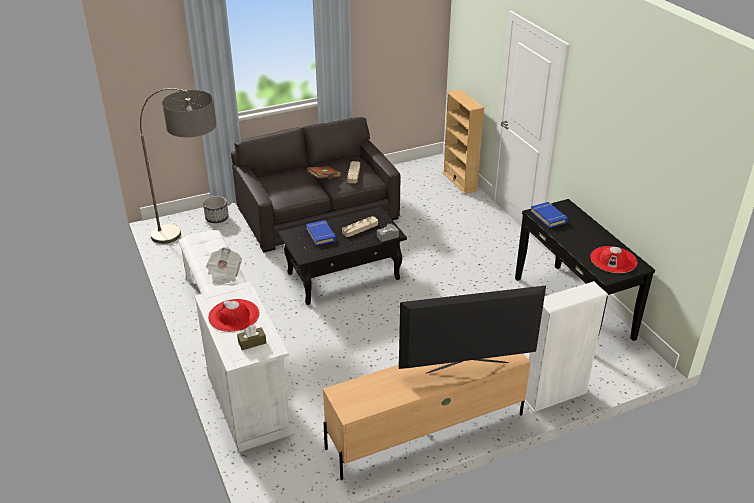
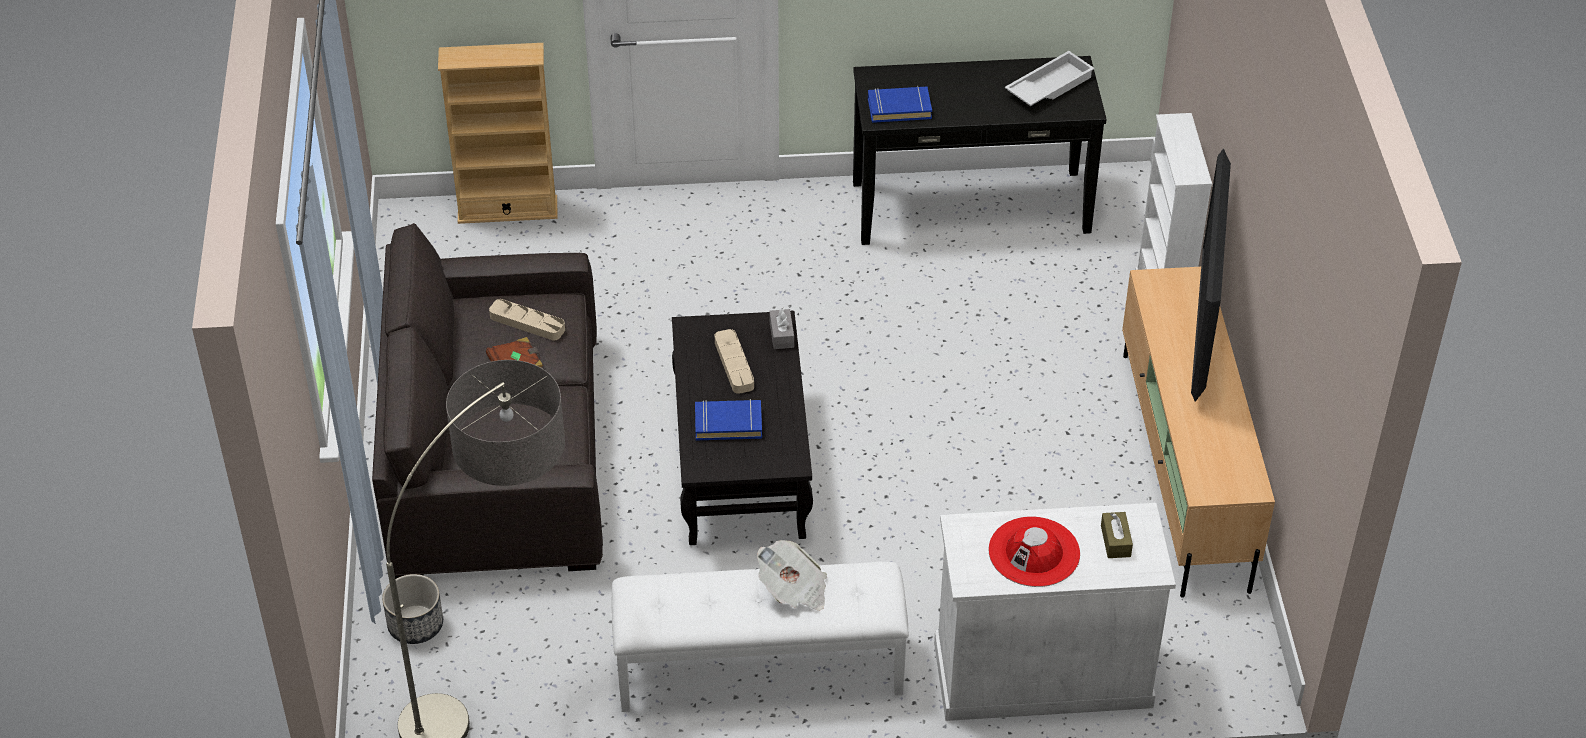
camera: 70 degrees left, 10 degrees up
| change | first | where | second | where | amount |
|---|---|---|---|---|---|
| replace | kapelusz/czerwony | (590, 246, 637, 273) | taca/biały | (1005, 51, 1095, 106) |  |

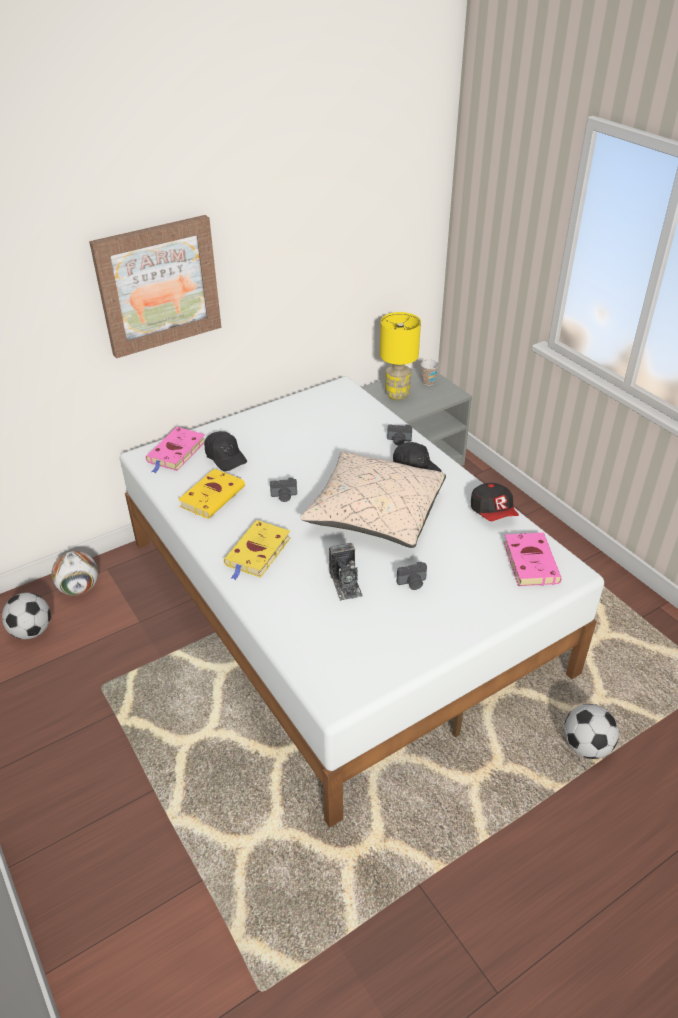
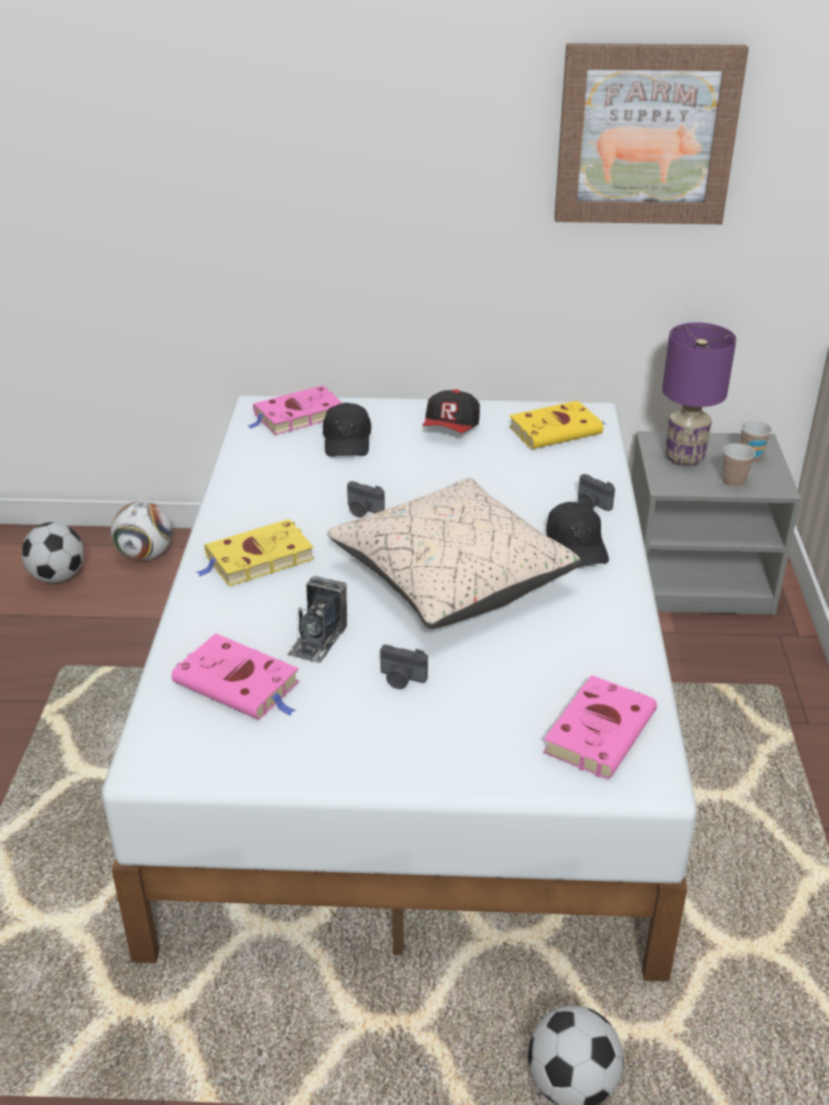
camera: 35 degrees right, 5 degrees down
| change | first | where | second | where | amount |
|---|---|---|---|---|---|
| move | obraz | (89, 215, 221, 358) |  | (554, 43, 749, 224) |  |
| move | książka/żółty | (178, 469, 245, 519) |  | (509, 401, 606, 449) |  |
| recolor | lampa stołowa/żółty | (380, 312, 421, 400) | lampa stołowa/fioletowy | (662, 322, 736, 466) |  |
| move | czapka z daszkiem | (471, 483, 519, 521) |  | (423, 389, 480, 433) |  |
| insert |  |  | książka/różowy | (172, 633, 299, 720) |  |
| insert |  |  | filiżanka | (723, 443, 755, 488) |  |

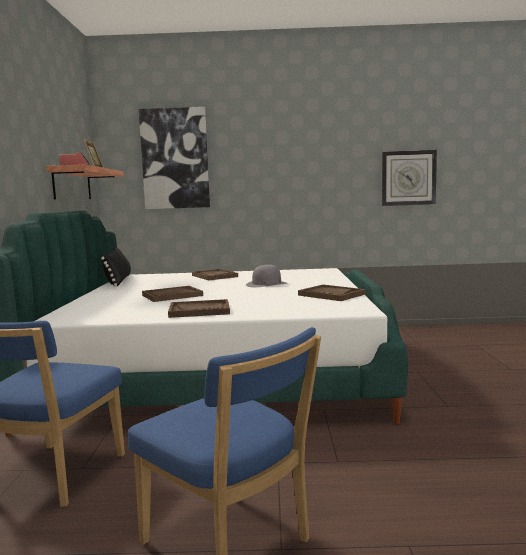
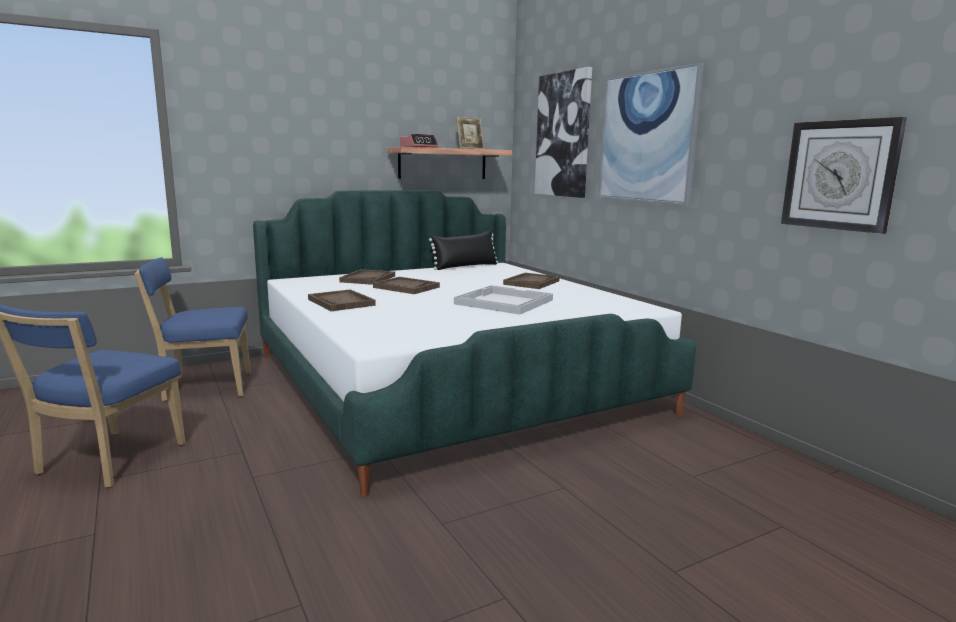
camera: 60 degrees right, 5 degrees up
| change | first | where | second | where | amount |
|---|---|---|---|---|---|
| replace | kapelusz/szary | (246, 265, 288, 287) | taca/biały | (454, 285, 553, 314) |  |
| move | taca/brązowy | (298, 285, 366, 301) |  | (339, 269, 395, 285) |  |
| insert |  |  | obraz | (598, 63, 704, 206) |  |

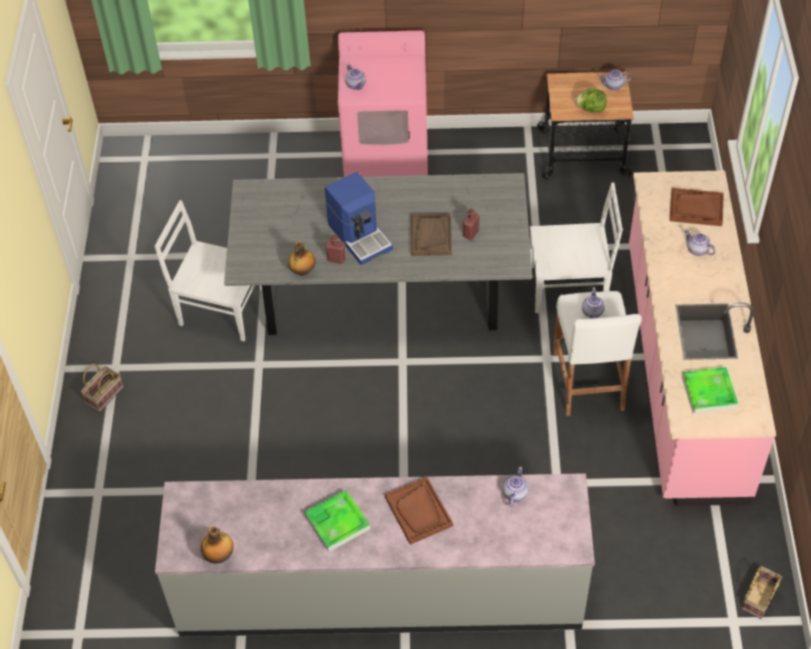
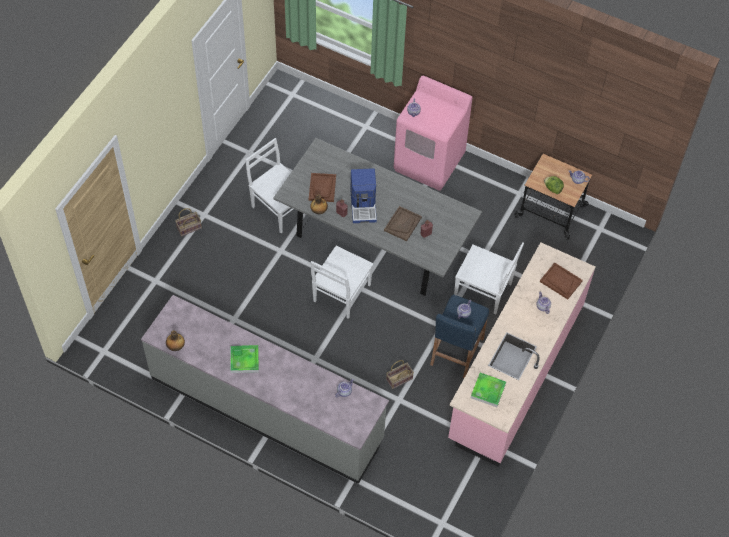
camera: 25 degrees right, 5 degrees up
| change | first | where | second | where | amount |
|---|---|---|---|---|---|
| move | taca/brązowy | (385, 477, 453, 545) |  | (309, 173, 336, 202) |  |
| recolor | stołek/biały | (553, 291, 642, 416) | stołek/niebieski | (430, 295, 489, 378) |  |
| move | koszyk | (741, 566, 782, 619) |  | (386, 360, 414, 389) |  |
| insert |  |  | krzesło/biały | (311, 246, 373, 319) |  |

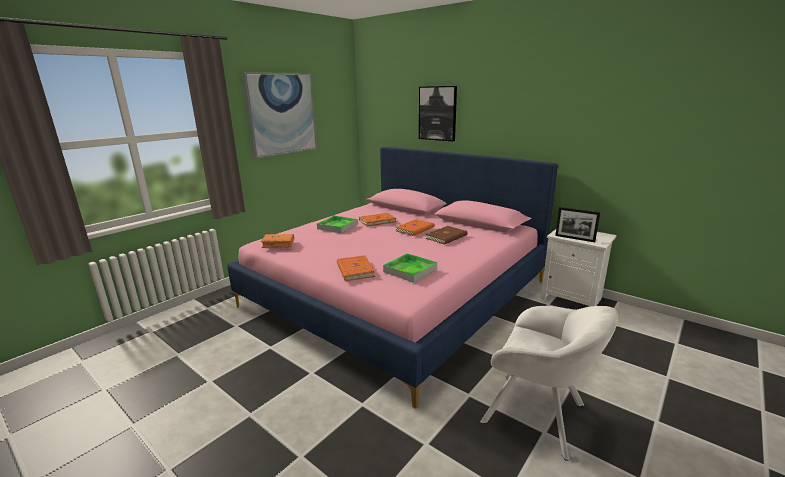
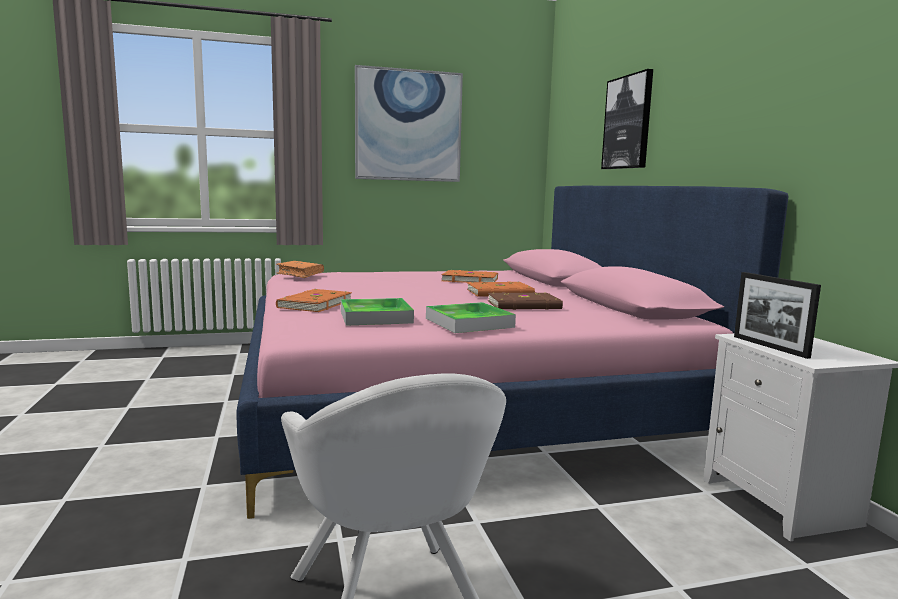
camera: 35 degrees right, 10 degrees down
| change | first | where | second | where | amount |
|---|---|---|---|---|---|
| move | taca | (317, 216, 358, 233) |  | (426, 302, 516, 333) |  |

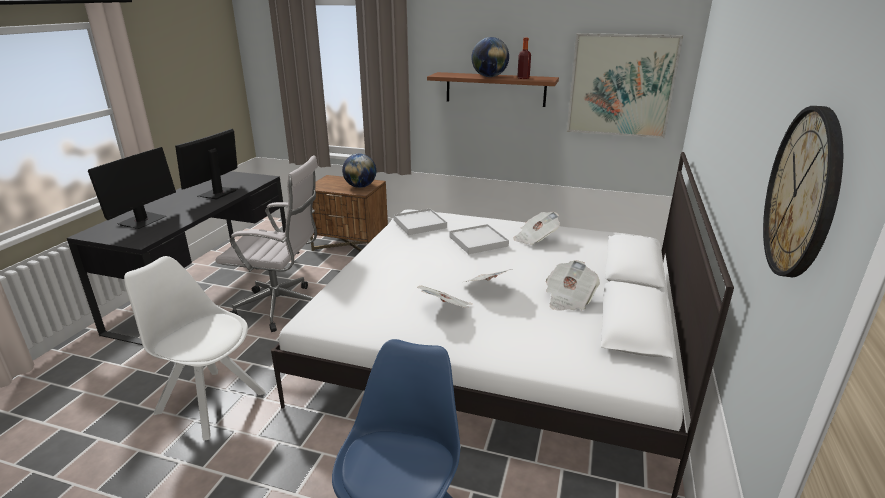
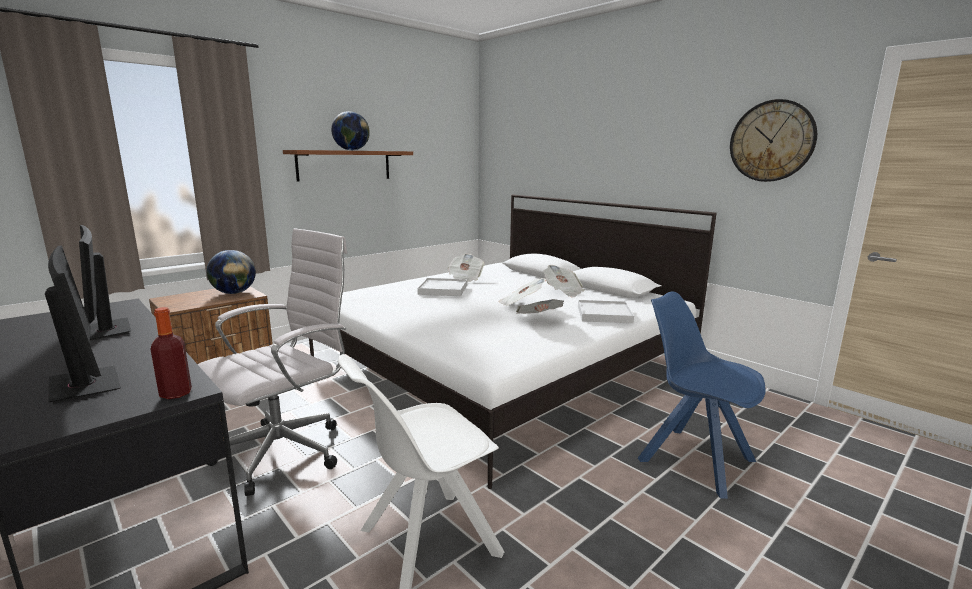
camera: 60 degrees left, 10 degrees down
| change | first | where | second | where | amount |
|---|---|---|---|---|---|
| move | taca/biały | (393, 208, 447, 235) |  | (578, 300, 634, 323) |  |
| move | butelka | (517, 38, 531, 79) |  | (150, 307, 192, 399) |  |
| delete | obraz | (567, 33, 683, 139) |  |  |  |

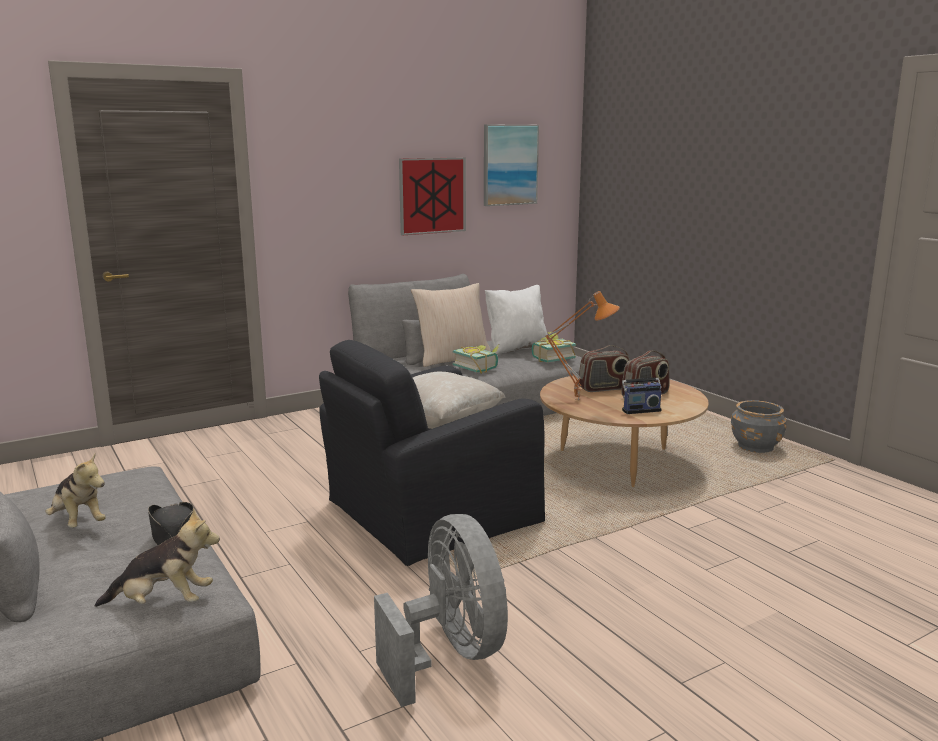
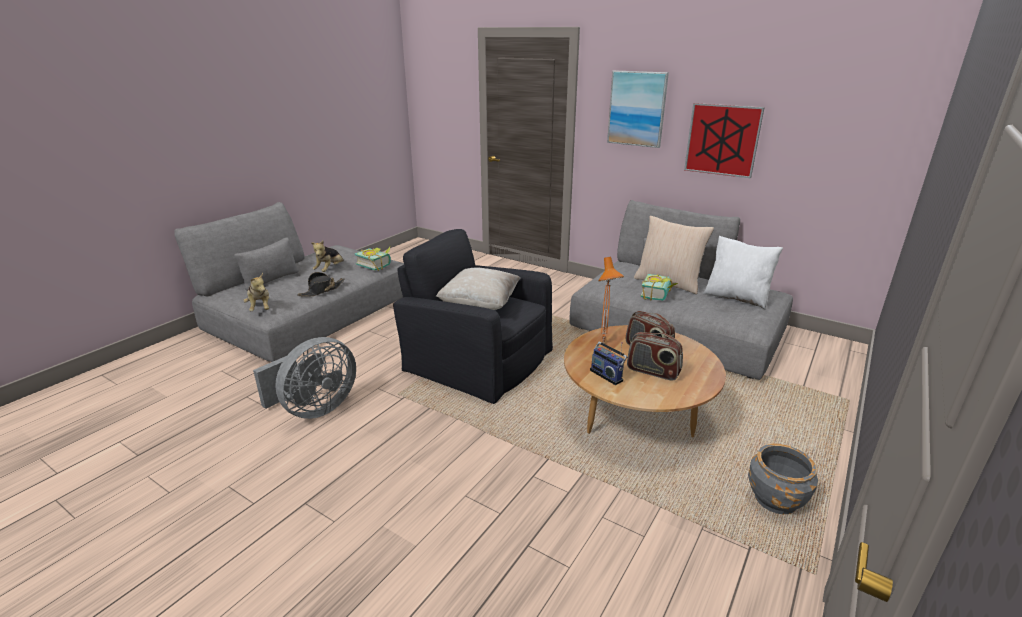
camera: 65 degrees right, 10 degrees up
| change | first | where | second | where | amount |
|---|---|---|---|---|---|
| move | obraz | (484, 124, 539, 206) |  | (607, 70, 669, 148) |  |
| move | książka | (532, 332, 576, 362) |  | (355, 247, 391, 271) |  |

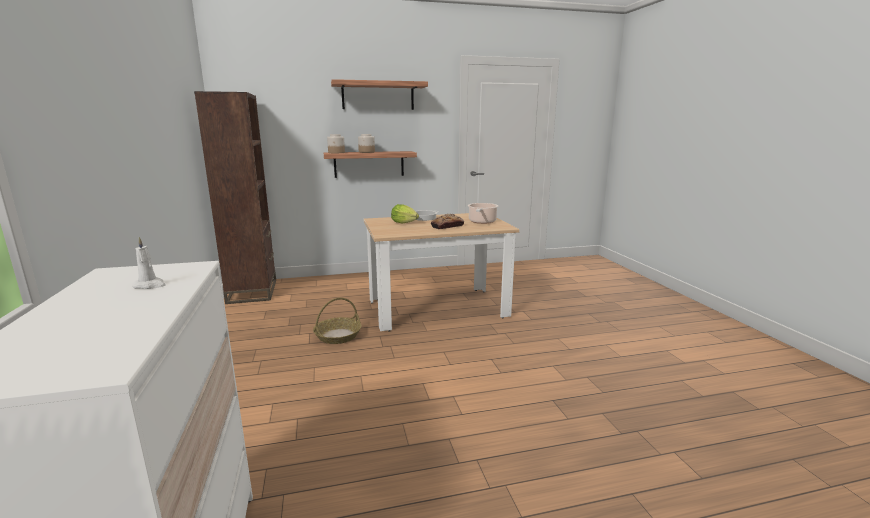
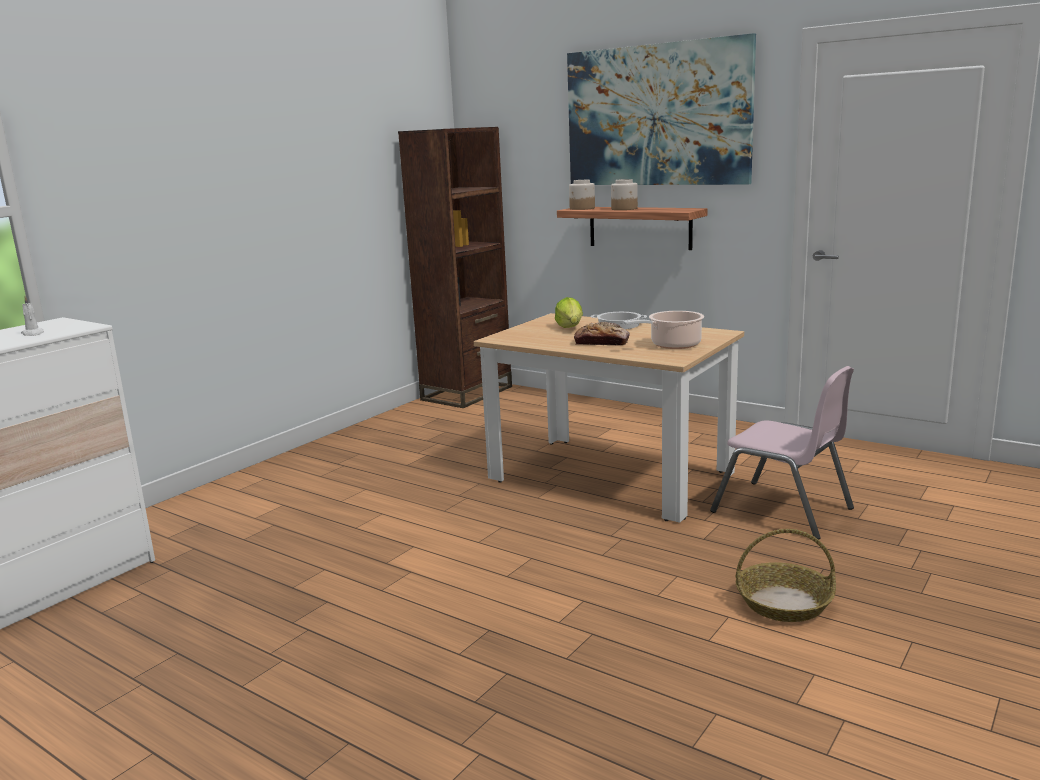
camera: 50 degrees right, 0 degrees up
| change | first | where | second | where | amount |
|---|---|---|---|---|---|
| move | koszyk | (313, 297, 362, 344) |  | (736, 529, 836, 622) |  |
| replace | półka | (331, 79, 428, 110) | obraz | (567, 33, 756, 185) |  |
| insert |  |  | krzesło/różowy | (710, 366, 854, 540) |  |

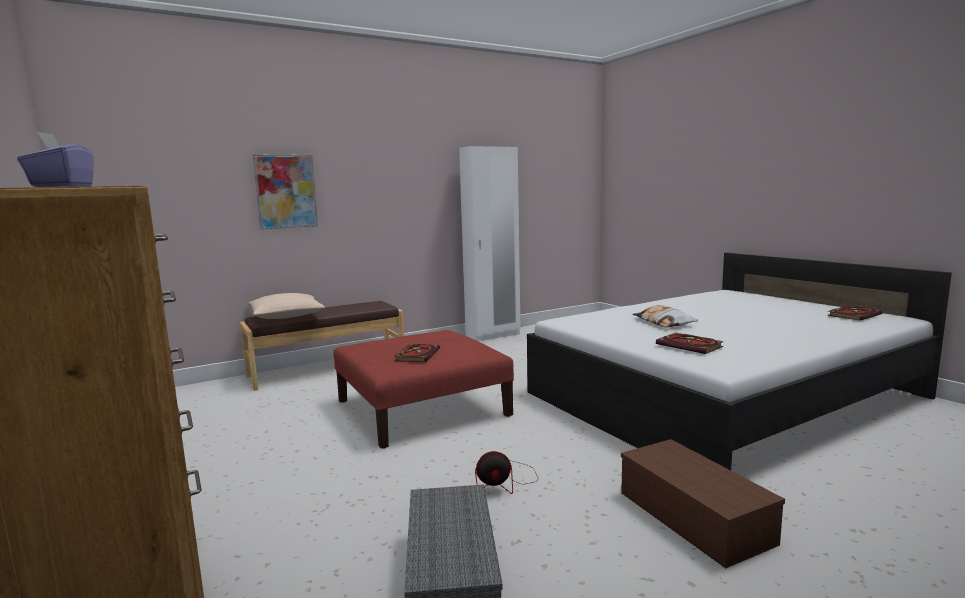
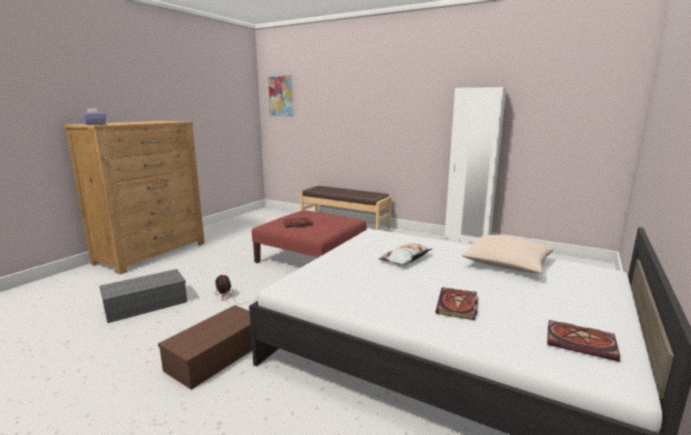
camera: 60 degrees right, 5 degrees up
| change | first | where | second | where | amount |
|---|---|---|---|---|---|
| move | poduszka/beżowy | (248, 293, 325, 319) |  | (461, 235, 554, 273) |  |
| move | obraz | (253, 155, 318, 229) |  | (268, 75, 294, 116) |  |
| move | książka | (656, 333, 724, 354) |  | (436, 287, 478, 320) |  |

